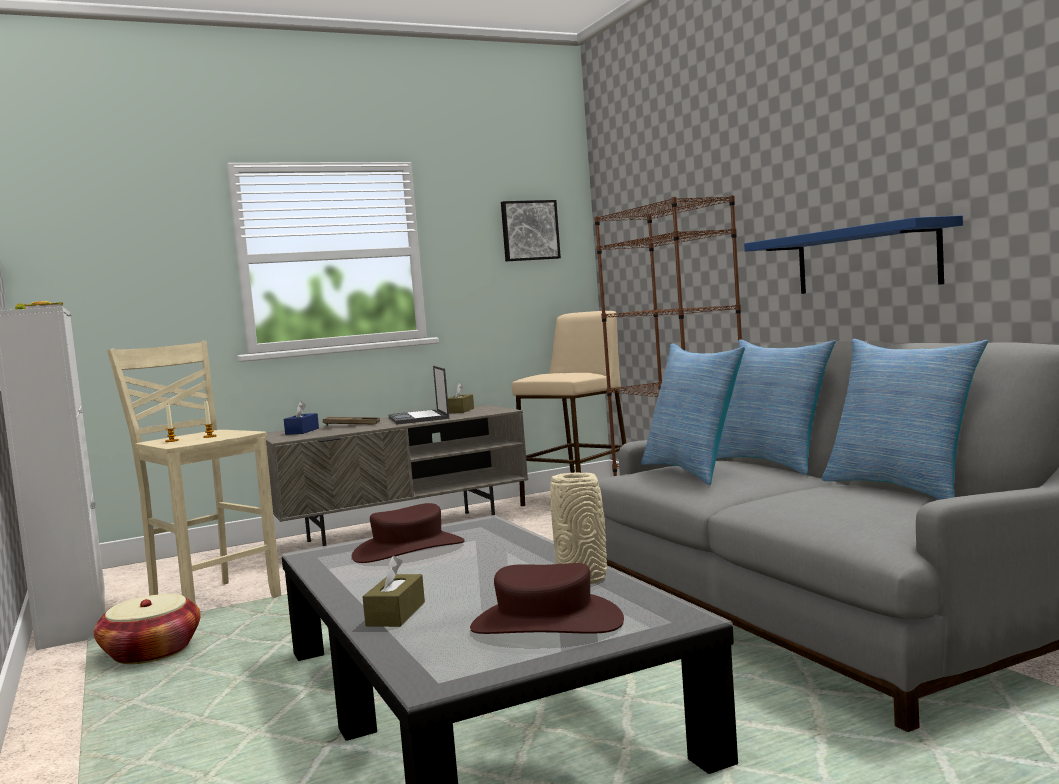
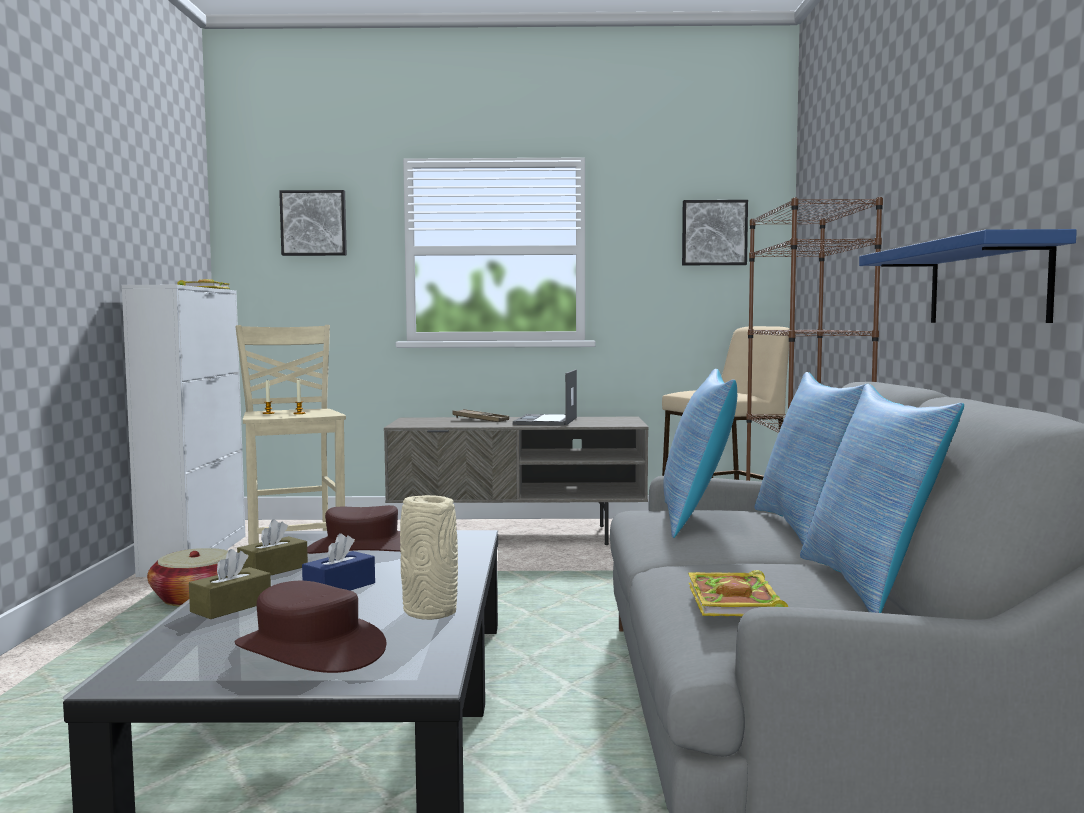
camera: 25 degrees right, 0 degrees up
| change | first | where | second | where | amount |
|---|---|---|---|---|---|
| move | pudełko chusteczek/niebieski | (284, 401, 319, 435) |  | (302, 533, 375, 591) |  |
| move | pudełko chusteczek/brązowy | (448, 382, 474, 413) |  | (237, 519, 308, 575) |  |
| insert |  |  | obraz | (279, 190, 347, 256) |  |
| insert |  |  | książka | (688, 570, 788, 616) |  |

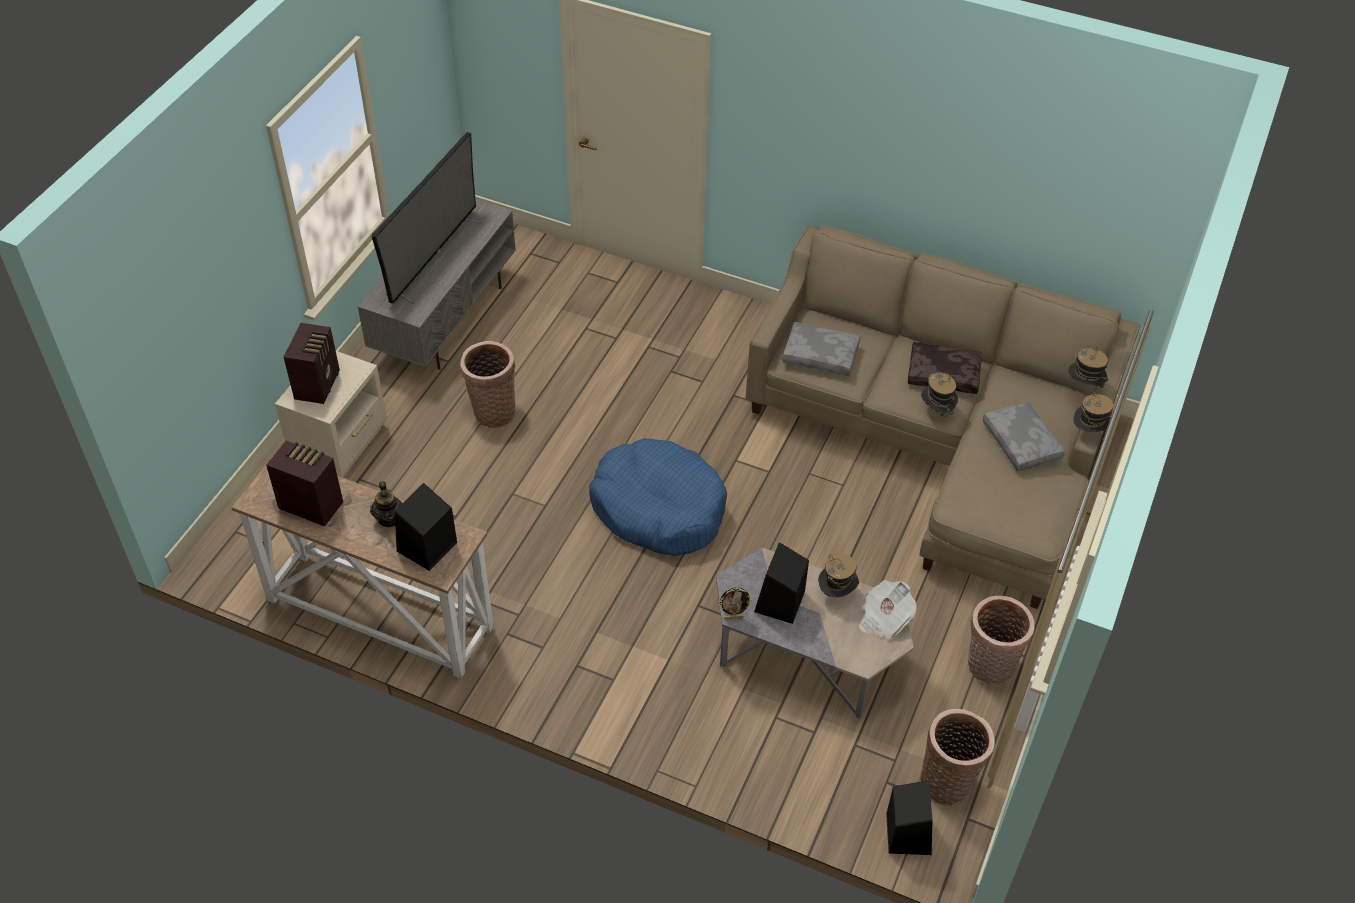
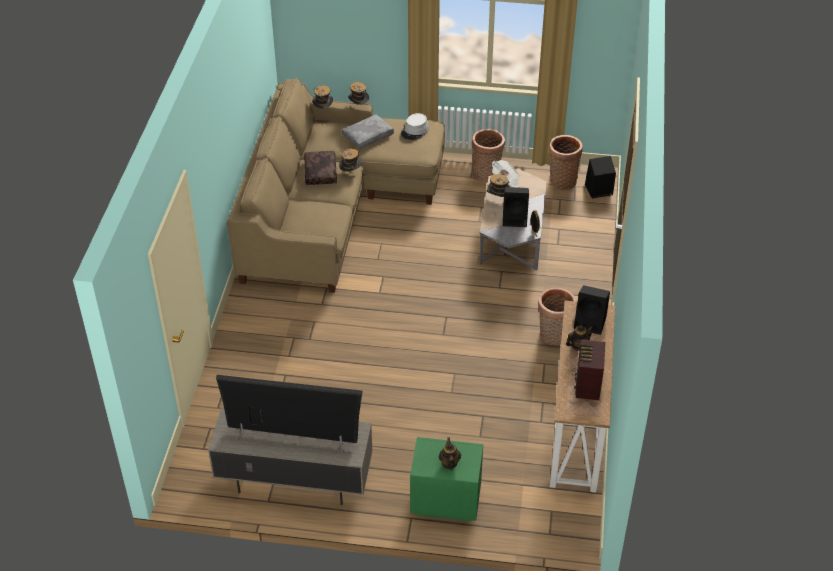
camera: 105 degrees left, 5 degrees down
| change | first | where | second | where | amount |
|---|---|---|---|---|---|
| recolor | szafka nocna/beżowy | (275, 351, 387, 477) | szafka nocna/zielony | (410, 437, 483, 521) |  |
| replace | radio | (284, 323, 340, 404) | imbryk | (439, 438, 461, 470) |  |
| move | koszyk | (460, 341, 515, 428) |  | (538, 287, 576, 345) |  |
| delete | legowisko/niebieski | (589, 438, 727, 556) |  |  |  |
| delete | poduszka/szary | (782, 322, 860, 376) |  |  |  |
| insert |  |  | kapelusz/szary | (401, 113, 429, 140) |  |

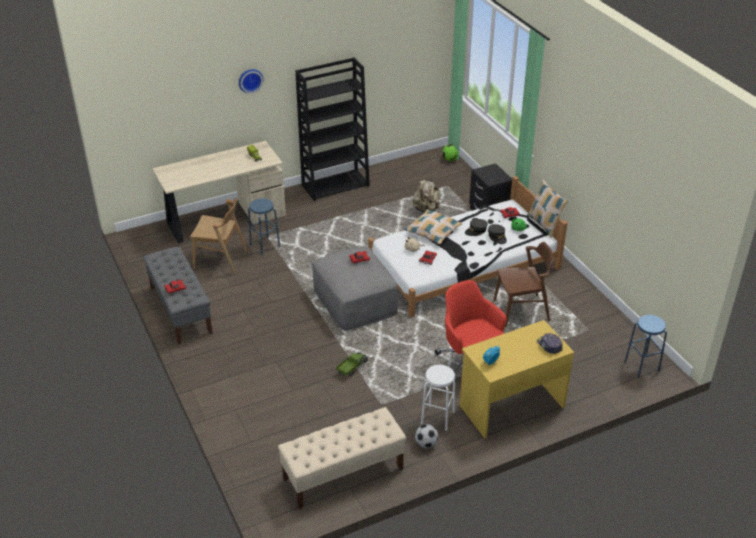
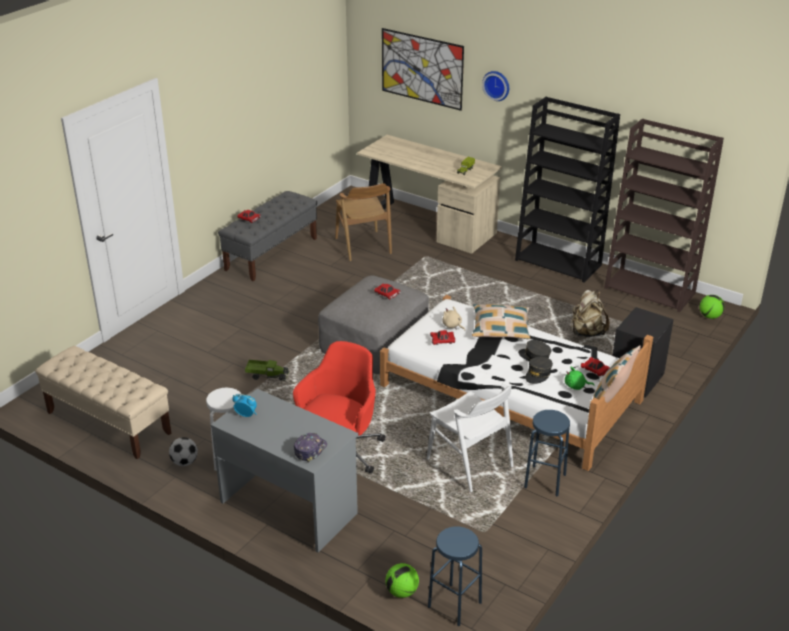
camera: 60 degrees right, 5 degrees down
| change | first | where | second | where | amount |
|---|---|---|---|---|---|
| move | stołek/niebieski | (248, 199, 280, 255) |  | (524, 410, 570, 496) |  |
| recolor | biurko/żółty | (460, 320, 574, 438) | biurko/szary | (211, 389, 358, 553) |  |
| recolor | krzesło/brązowy | (494, 242, 553, 327) | krzesło/biały | (427, 384, 514, 492) |  |
| insert |  |  | obraz | (382, 28, 464, 111) |  |
| insert |  |  | piłka futbolowa | (385, 563, 419, 598) |  |
| insert |  |  | regał/brązowy | (604, 119, 724, 312) |  |

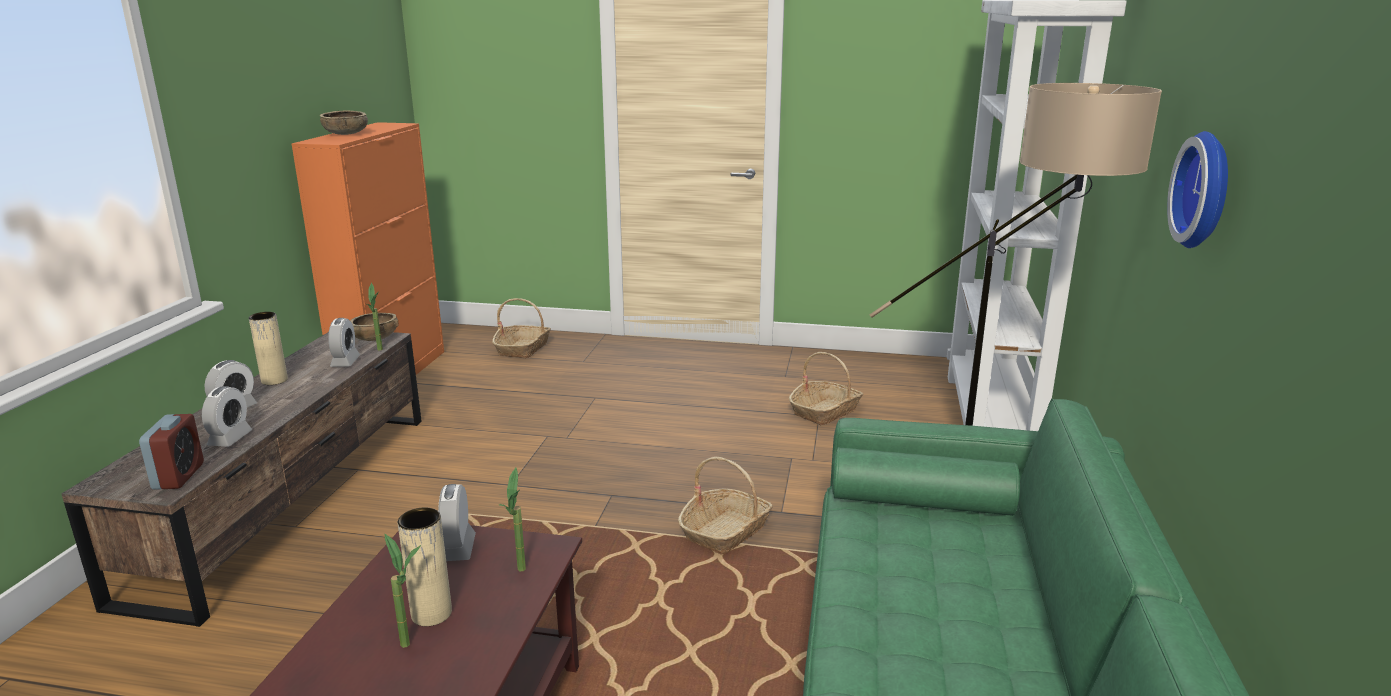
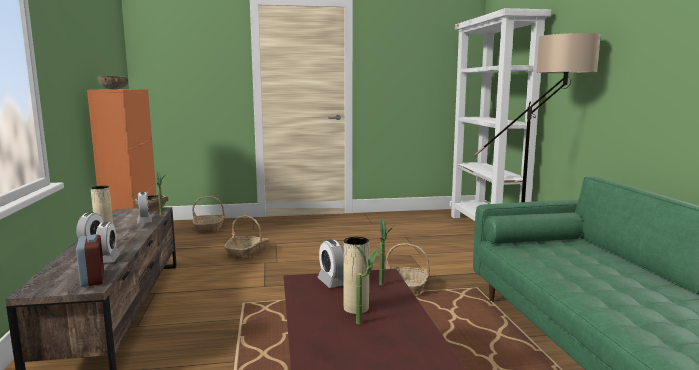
camera: 20 degrees left, 10 degrees down
| change | first | where | second | where | amount |
|---|---|---|---|---|---|
| move | koszyk | (789, 352, 863, 425) |  | (224, 216, 270, 259) |  |
| delete | zegar ścienny | (1167, 131, 1228, 248) |  |  |  |

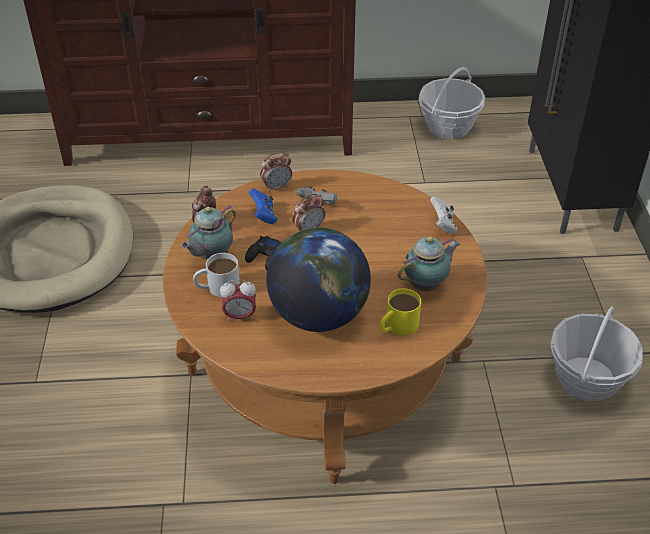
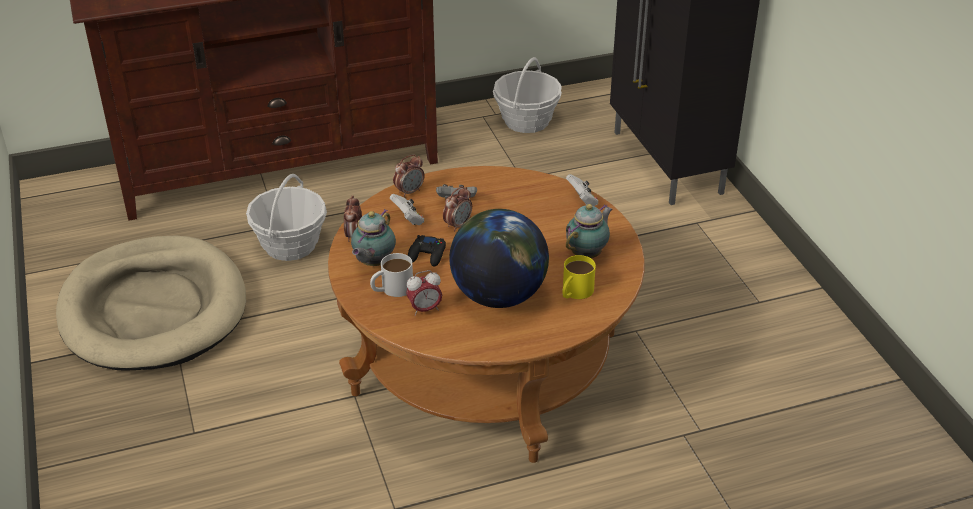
camera: 15 degrees left, 5 degrees down
| change | first | where | second | where | amount |
|---|---|---|---|---|---|
| recolor | pad do gier/niebieski | (249, 188, 277, 224) | pad do gier/biały | (390, 194, 424, 225) |  |
| move | koszyk | (550, 306, 643, 401) |  | (246, 174, 327, 261) |  |

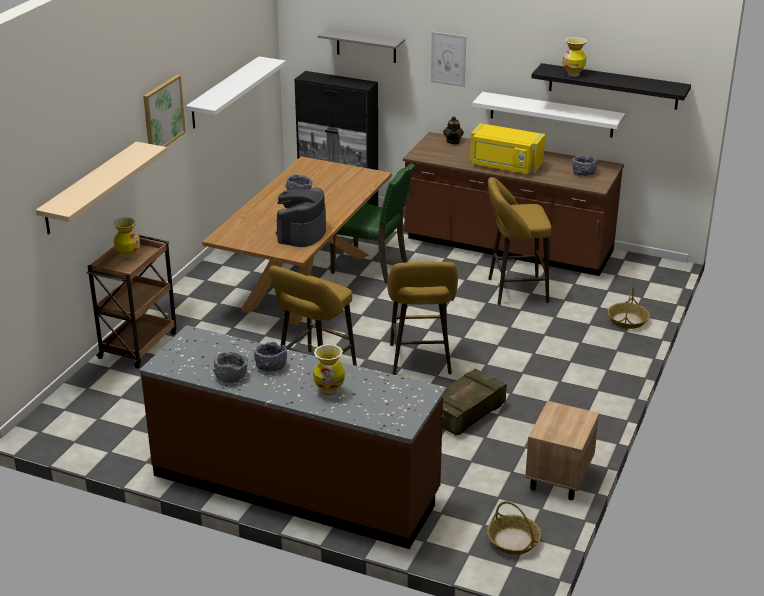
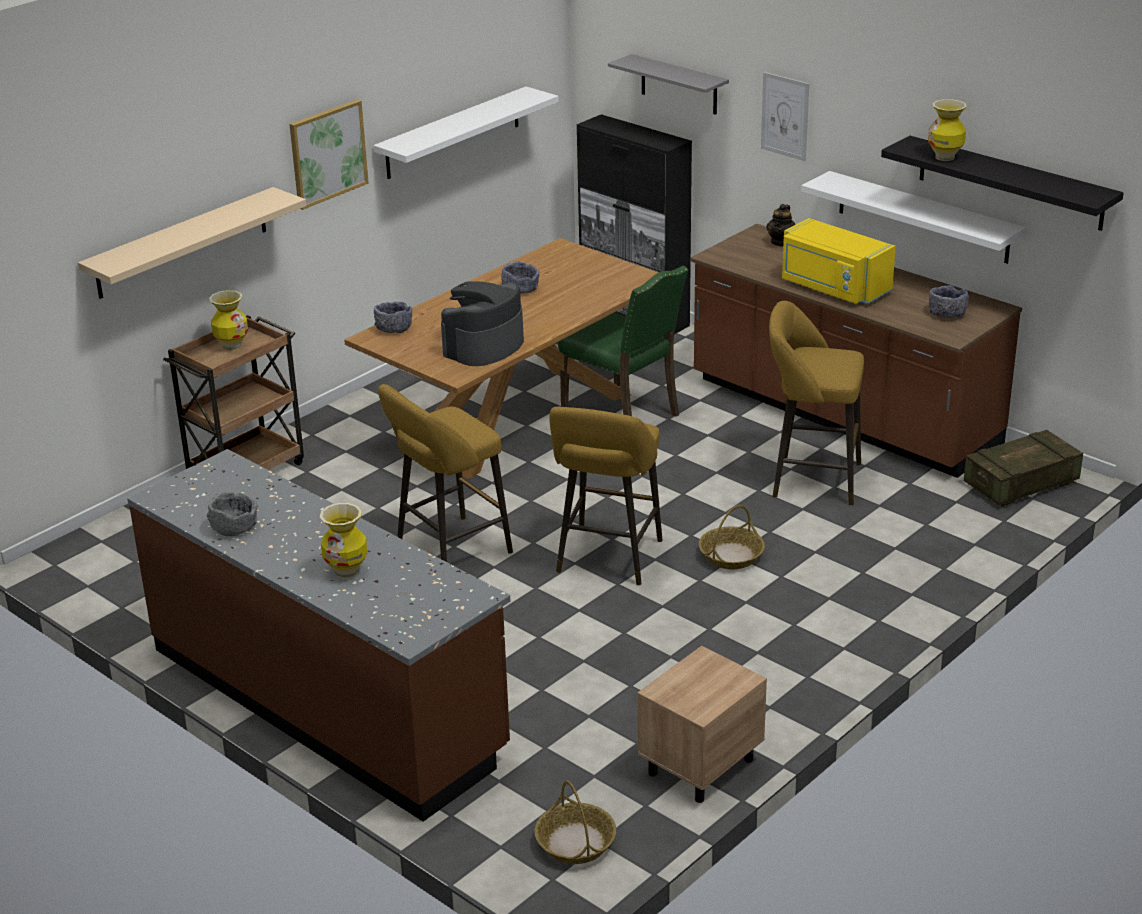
camera: 20 degrees right, 0 degrees up
| change | first | where | second | where | amount |
|---|---|---|---|---|---|
| move | miska/szary | (254, 342, 287, 372) |  | (374, 301, 412, 333) |  |
| move | skrzynka | (442, 369, 507, 436) |  | (964, 430, 1083, 506) |  |
| move | koszyk | (608, 287, 650, 329) |  | (699, 505, 765, 570) |  |

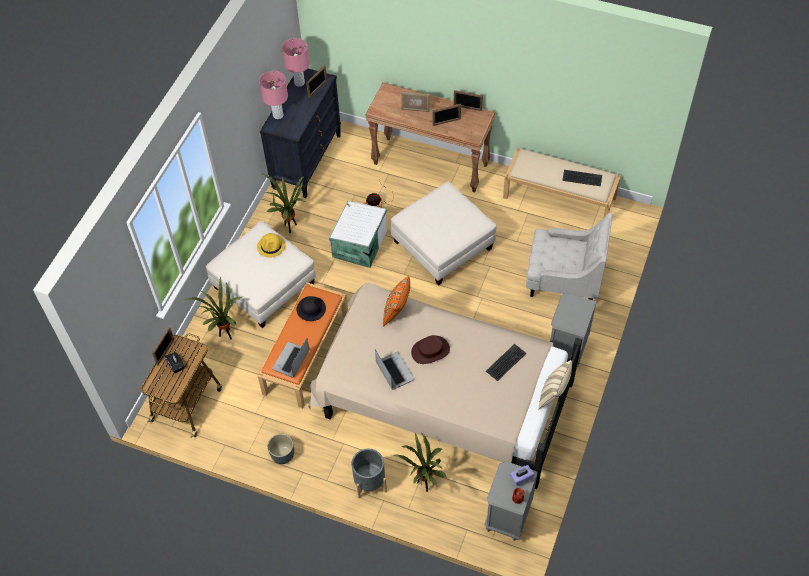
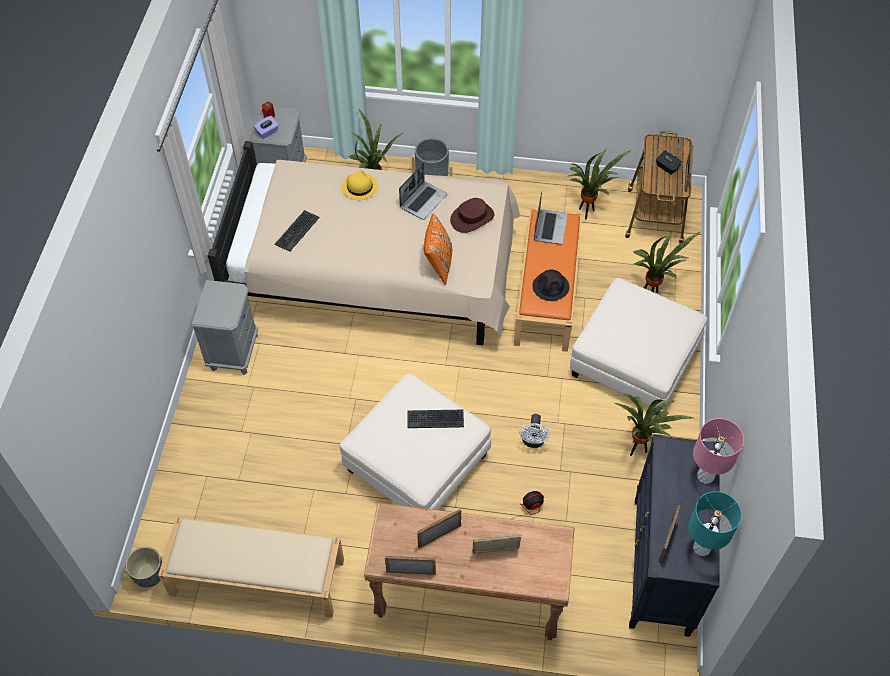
camera: 165 degrees right, 0 degrees up
| change | first | where | second | where | amount |
|---|---|---|---|---|---|
| move | kapelusz/żółty | (257, 233, 286, 258) |  | (342, 170, 378, 200) |  |
| move | donica/szary | (268, 434, 294, 464) |  | (125, 547, 162, 588) |  |
| recolor | lampa stołowa/różowy | (282, 38, 310, 87) | lampa stołowa/turkusowy | (689, 491, 742, 556) |  |
| replace | pojemnik do przechowywania/biały | (329, 201, 387, 268) | wentylator/biały | (519, 414, 550, 448) |  |
| rotate | laptop | (375, 350, 414, 390) |  | (399, 163, 447, 220) | 105 degrees counterclockwise |
| move | kapelusz/brązowy | (411, 335, 450, 364) |  | (450, 198, 494, 233) |  |
| delete | fotel/biały | (526, 213, 613, 300) |  |  |  |
| delete | poduszka/beżowy | (538, 360, 572, 409) |  |  |  |
| move | klawiatura | (562, 170, 602, 186) |  | (407, 410, 464, 428) |  |
| insert |  |  | roślina doniczkowa | (566, 150, 631, 219) |  |

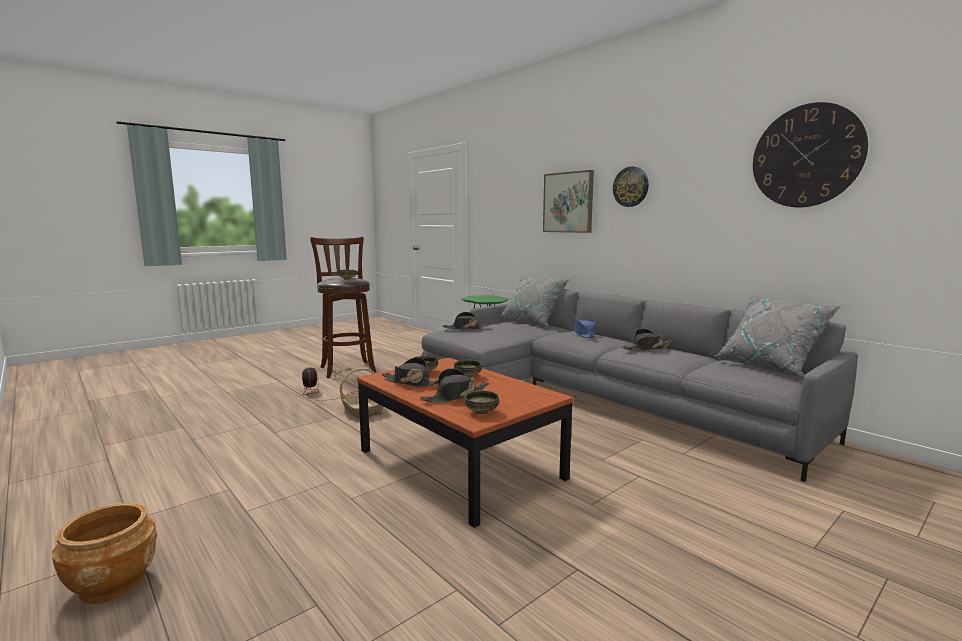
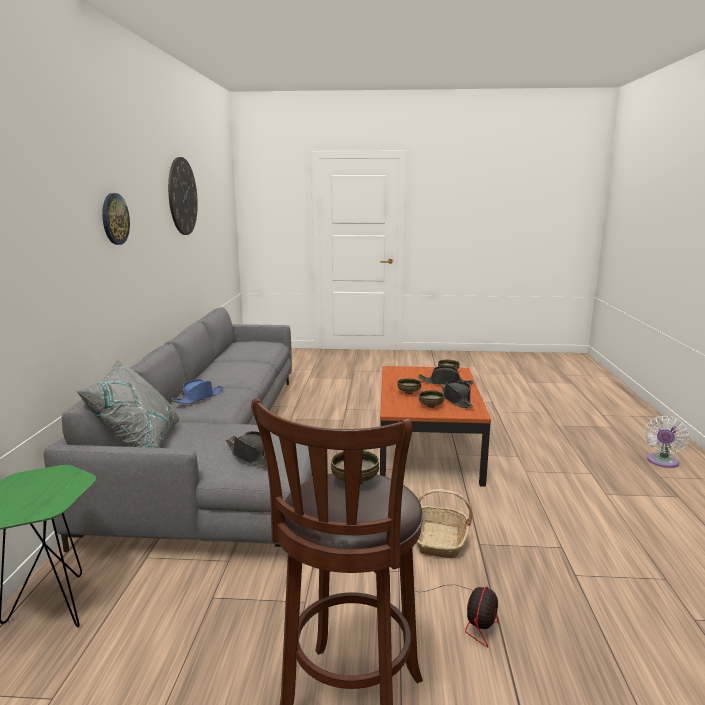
camera: 135 degrees left, 5 degrees up
| change | first | where | second | where | amount |
|---|---|---|---|---|---|
| replace | donica/brązowy | (52, 503, 158, 604) | wentylator/biały | (645, 416, 689, 468) |  |
| delete | obraz | (543, 170, 594, 233) |  |  |  |
| delete | kapelusz/czarny | (622, 328, 672, 351) |  |  |  |
| delete | poduszka/szary | (714, 295, 841, 378) |  |  |  |

